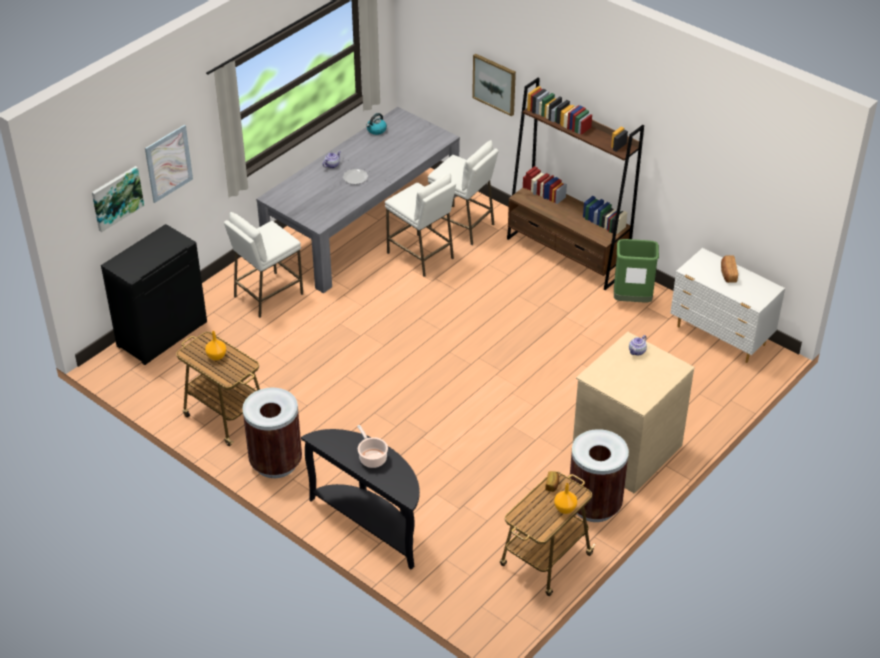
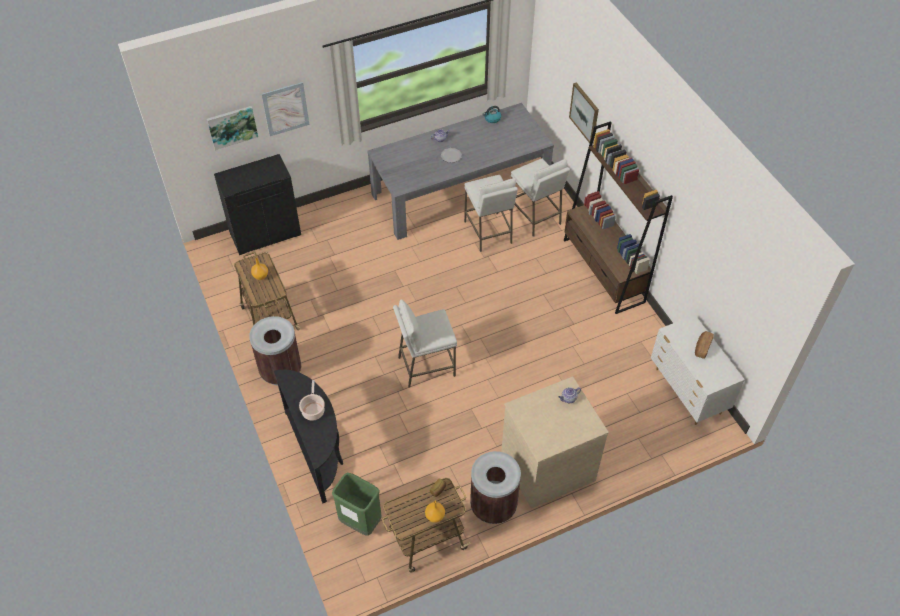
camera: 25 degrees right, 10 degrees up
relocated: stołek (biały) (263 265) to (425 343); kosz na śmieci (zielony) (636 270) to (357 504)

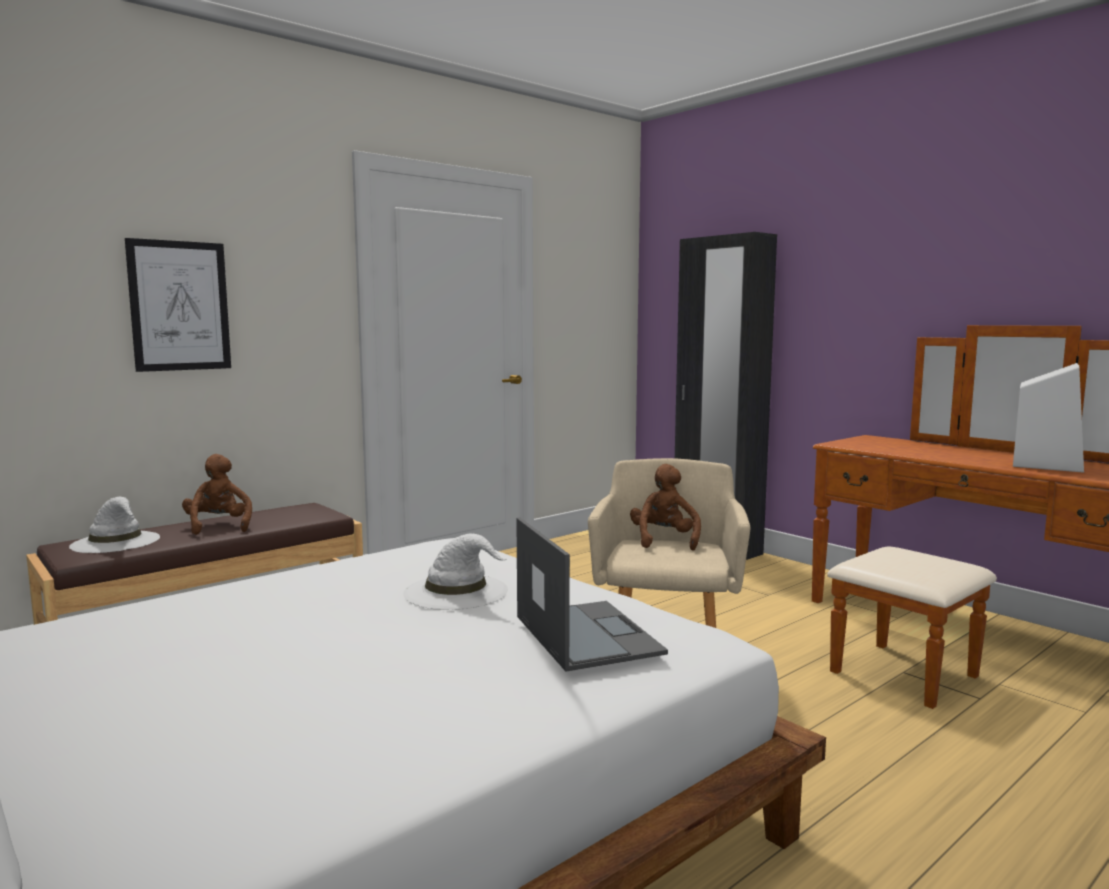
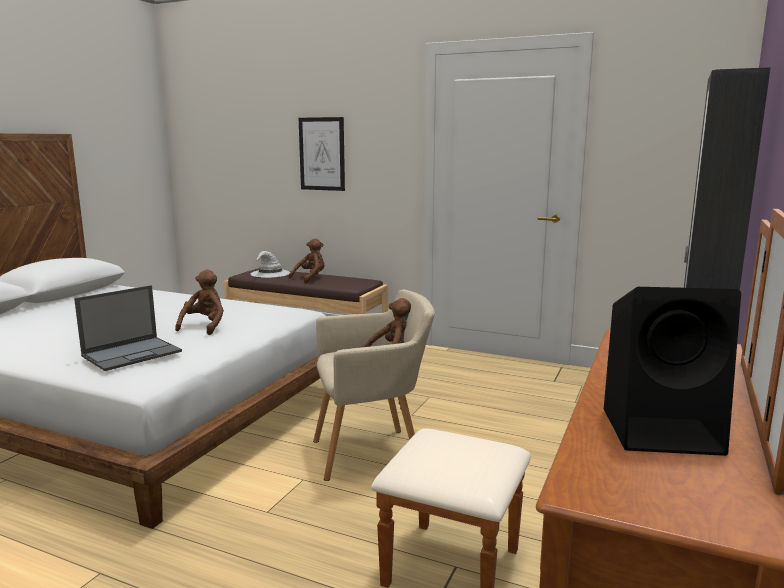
camera: 65 degrees right, 5 degrees up
exchanged: kapelusz (biały) (455 571) to pluszak (brązowy) (199 302)
colour: głośnik (biały) (1048 418) to głośnik (czarny) (672 371)

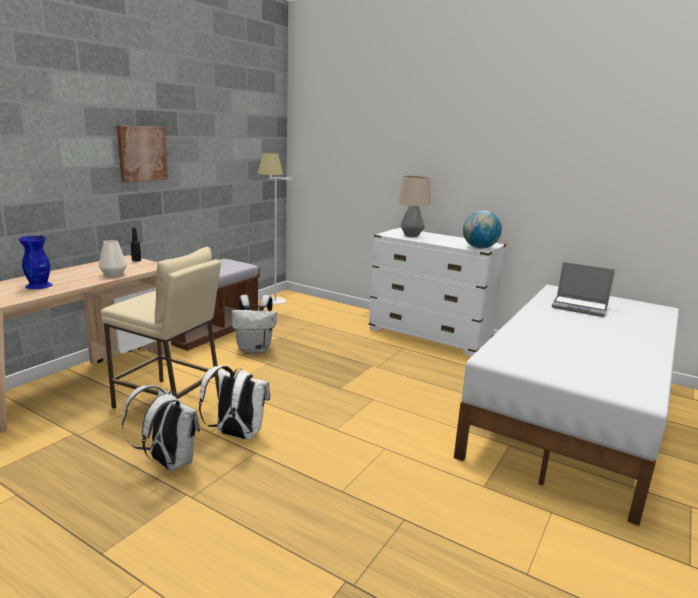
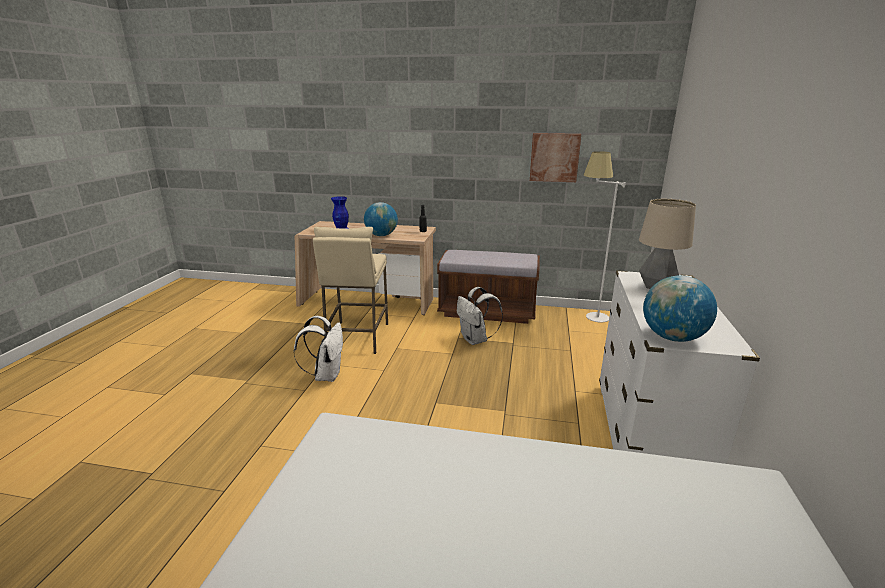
camera: 70 degrees right, 5 degrees up
missing: plecak (biały) (161 428); laptop (583 289)
relocated: obraz (142 154) to (555 157)
exchanged: wazon (biały) (113 258) to globus (381 219)

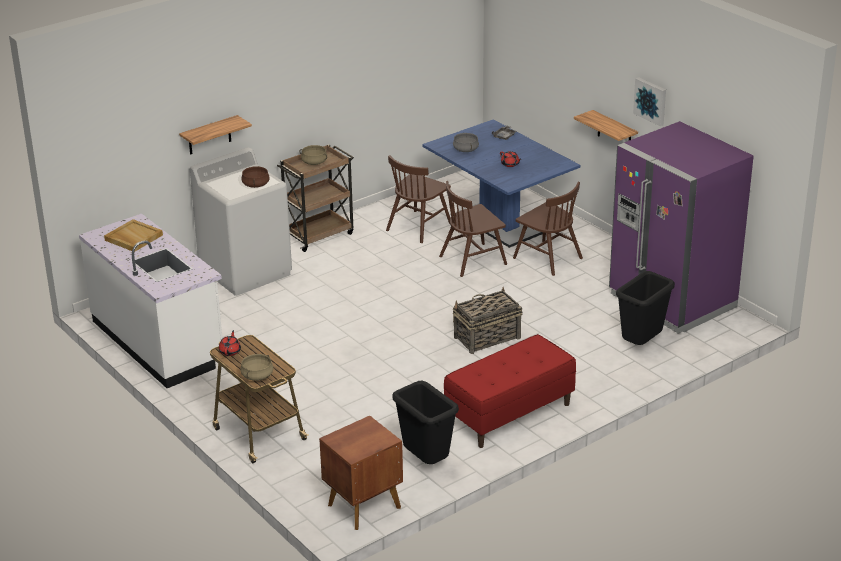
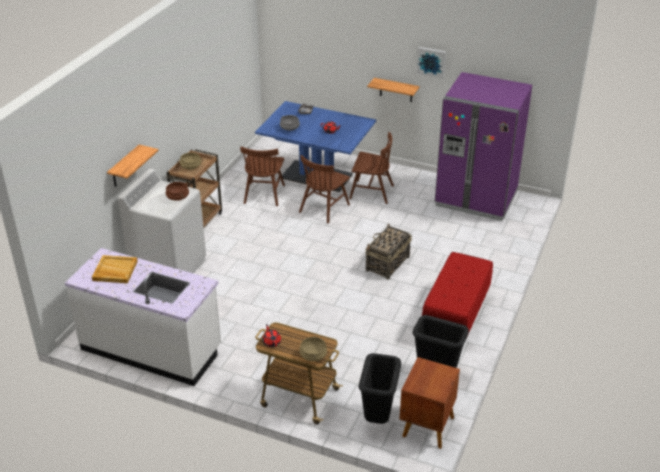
camera: 30 degrees left, 5 degrees up
relocated: kosz na śmieci (czarny) (645 308) to (380 388)

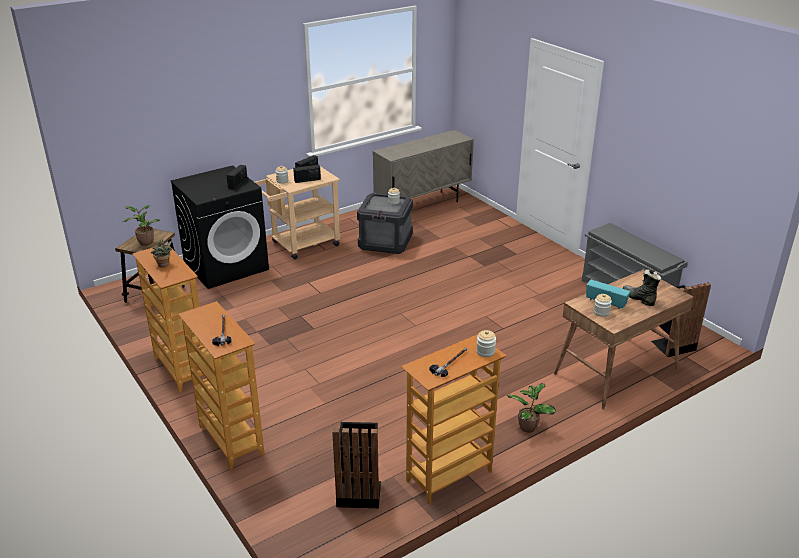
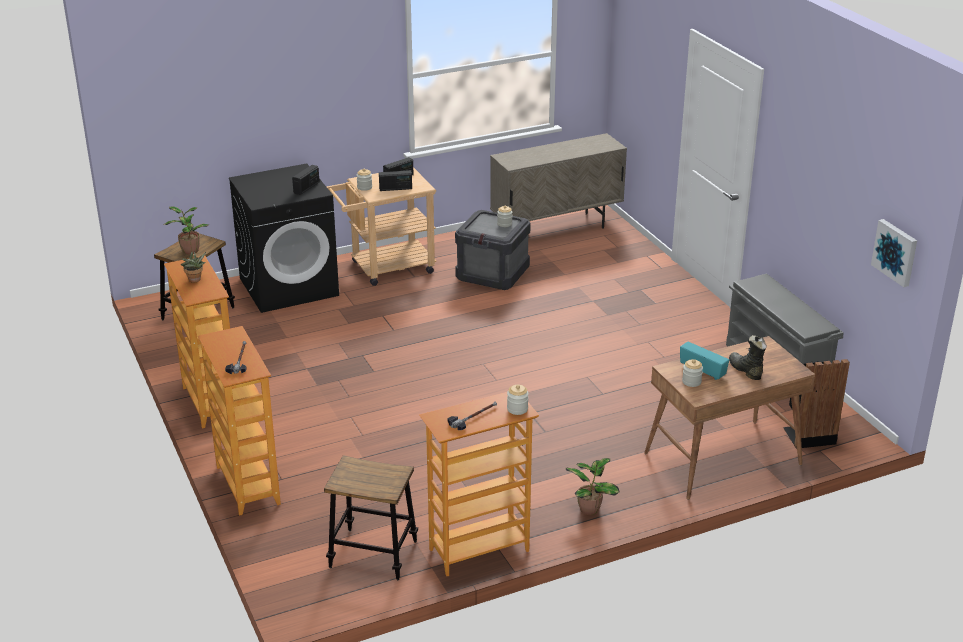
camera: 10 degrees right, 0 degrees up
appeared: obraz (894 253)
exchanged: kosz na śmieci (czarny) (356 465) to stołek (371 517)

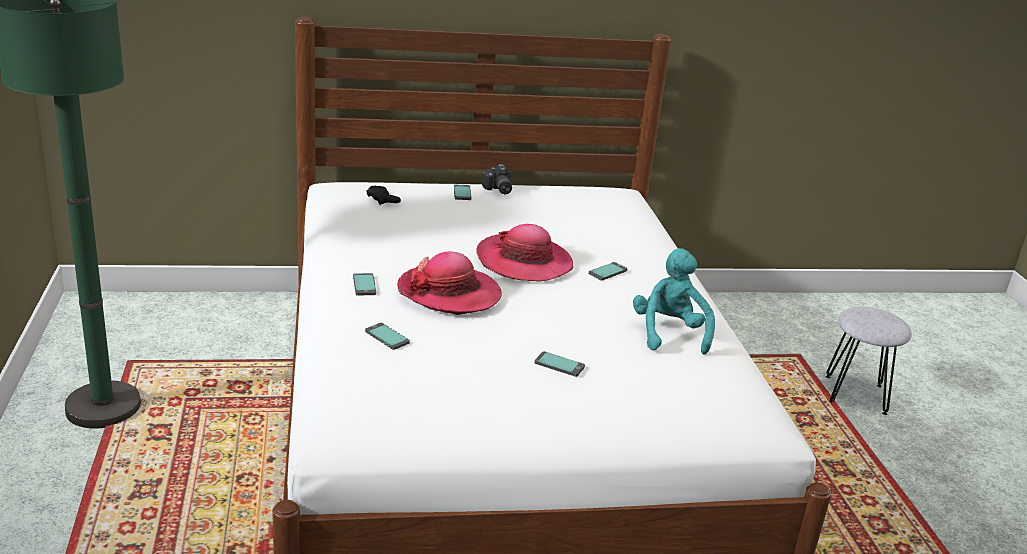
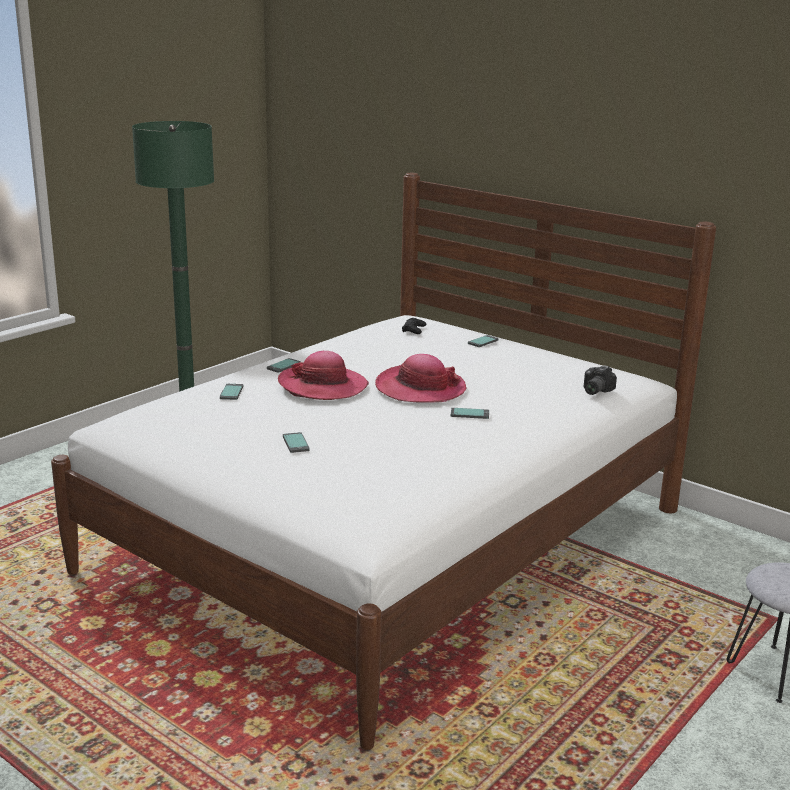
camera: 50 degrees right, 5 degrees down
missing: pluszak (turkusowy) (674 301)
relocated: aparat fotograficzny (497 179) to (600 380)

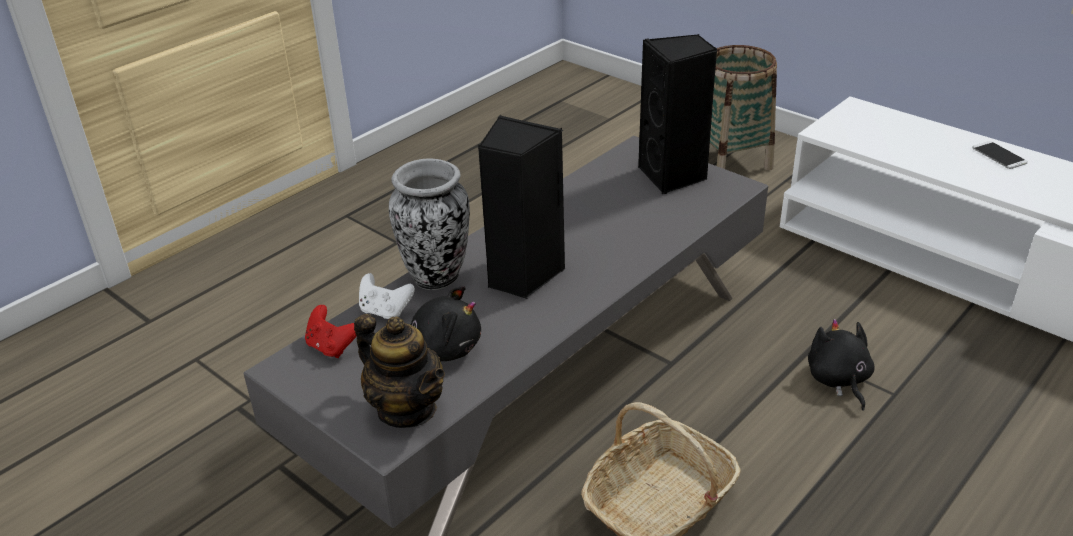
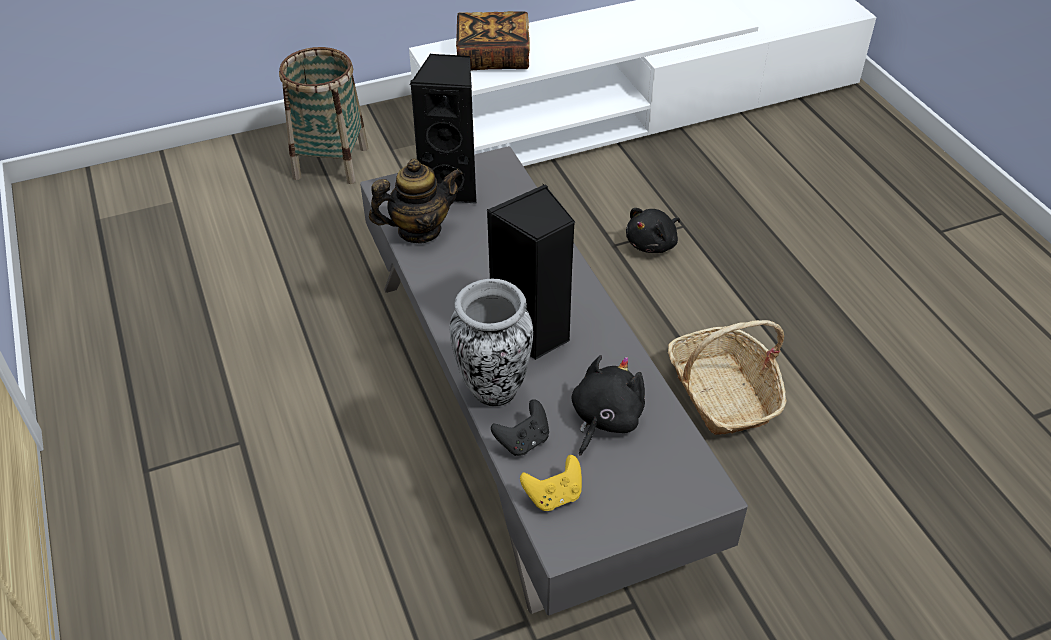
camera: 65 degrees left, 10 degrees up
missing: telefon (1000 155)
appeared: książka (493 40)
relocated: imbryk (399 371) to (415 201)
colour: pad do gier (czerwony) (331 331) to pad do gier (żółty) (551 483); pad do gier (biały) (387 296) to pad do gier (czarny) (520 427)
spun: pluszak (czarny) (841 365) = (653 230) 60 degrees counterclockwise

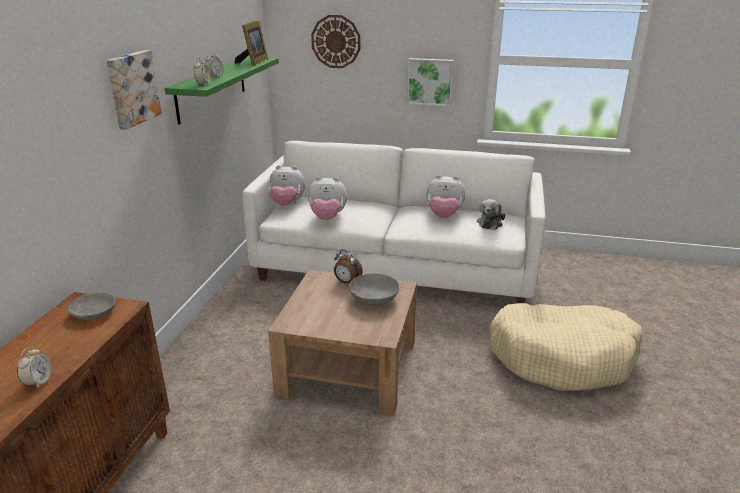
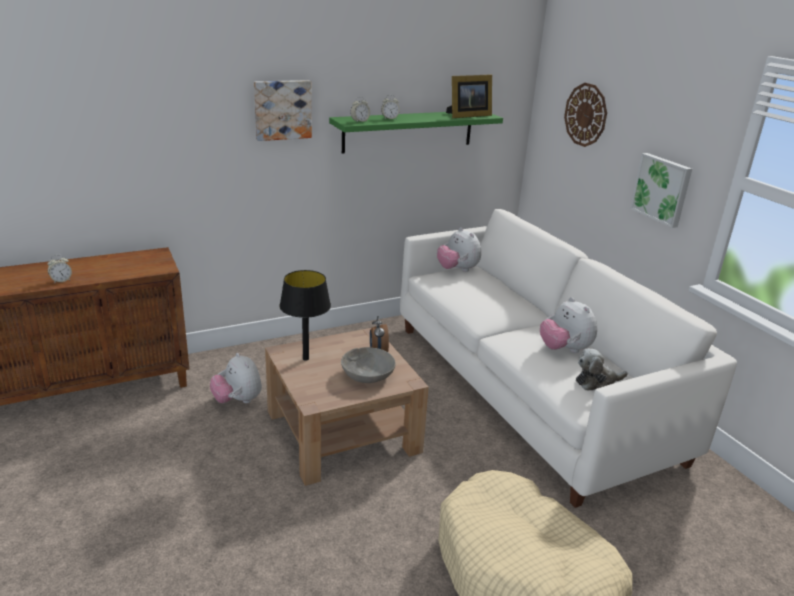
camera: 50 degrees right, 0 degrees up
missing: miska (szary) (92 306)
appeared: lampa stołowa (czarny) (305 315)
relocated: pluszak (327 198) to (236 378)

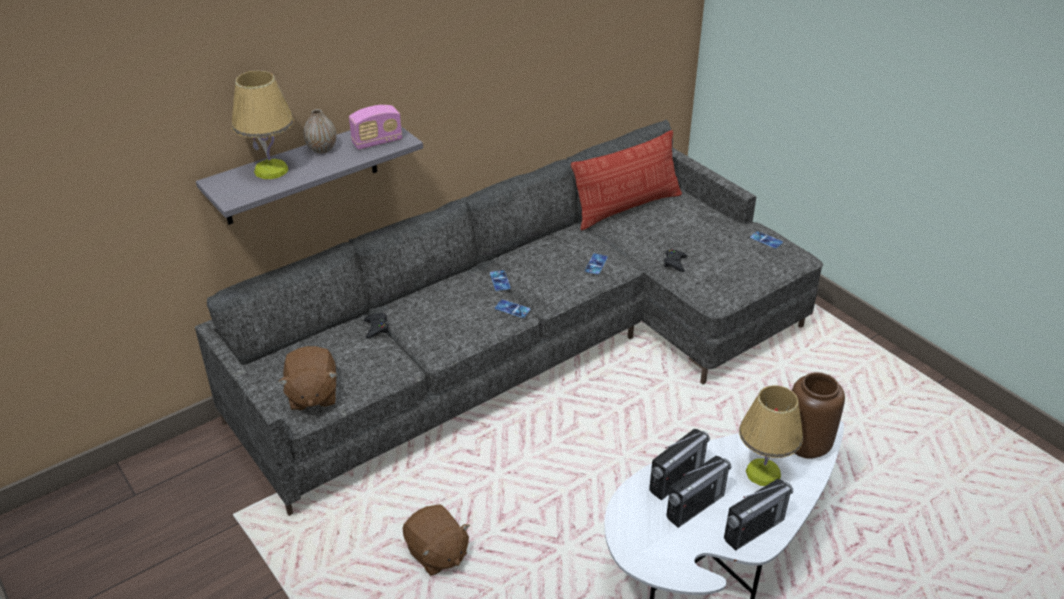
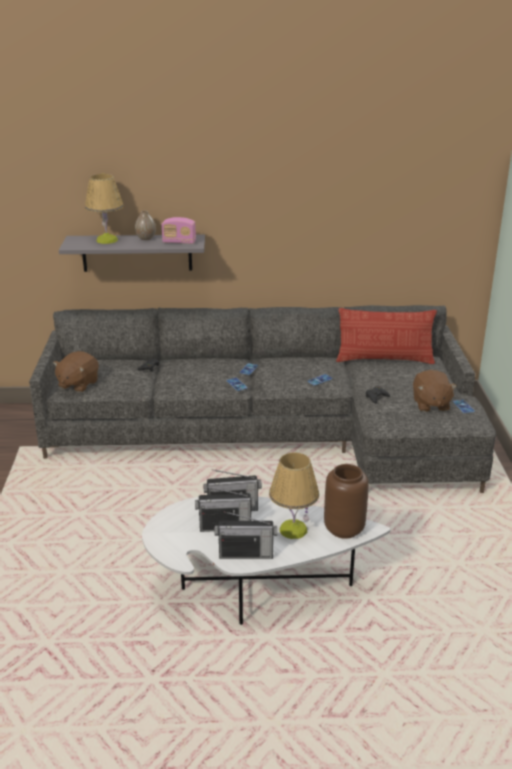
camera: 35 degrees right, 10 degrees down
relocated: pluszak (brązowy) (436 540) to (435 391)

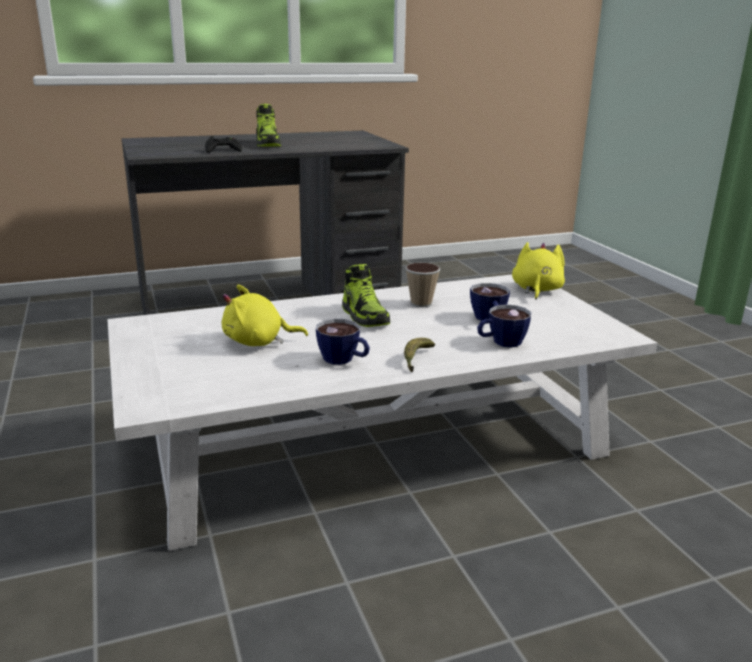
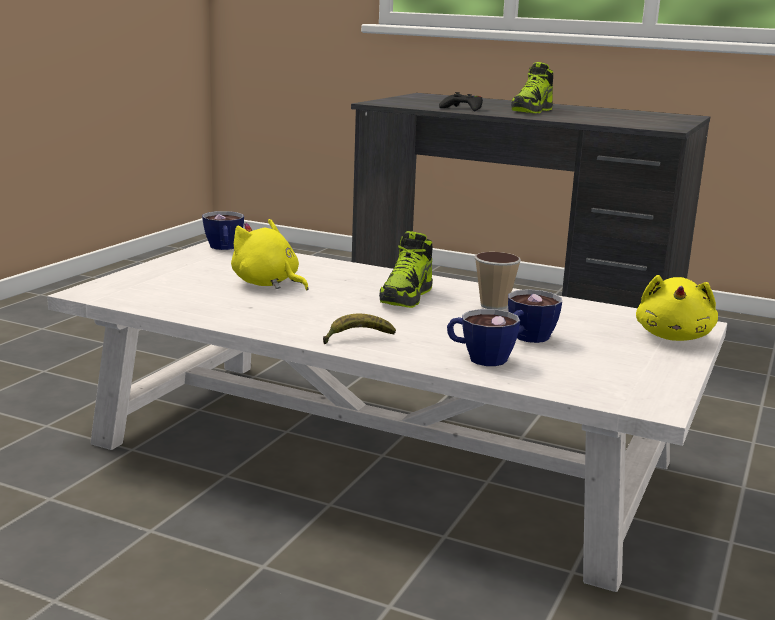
camera: 45 degrees right, 5 degrees down
relocated: filiżanka (343 342) to (223 230)
spun: pluszak (żółty) (538 271) = (677 308) 135 degrees clockwise

